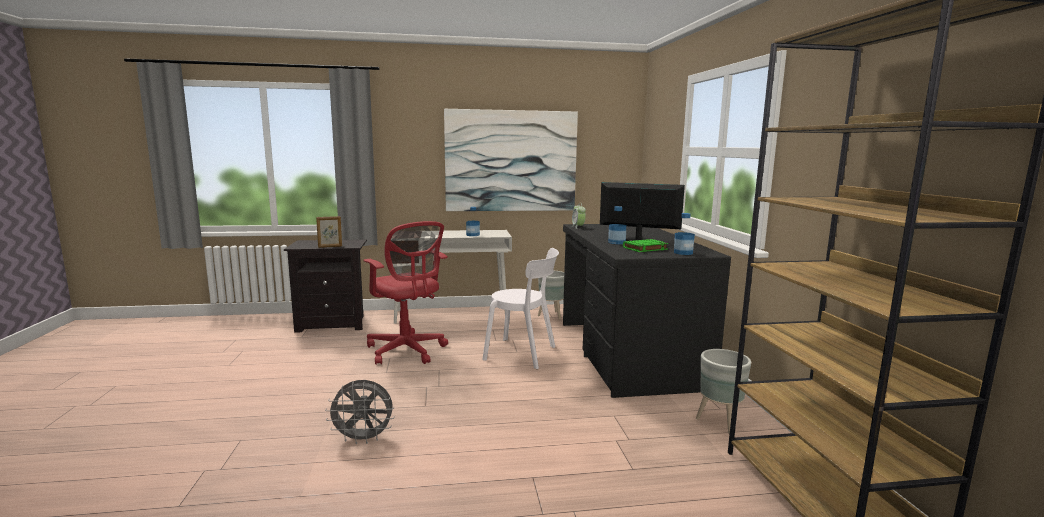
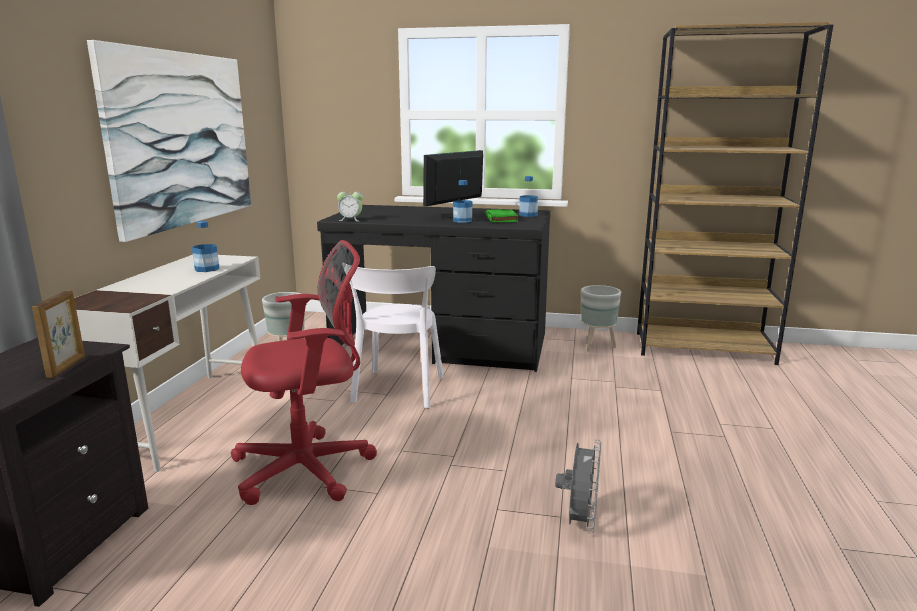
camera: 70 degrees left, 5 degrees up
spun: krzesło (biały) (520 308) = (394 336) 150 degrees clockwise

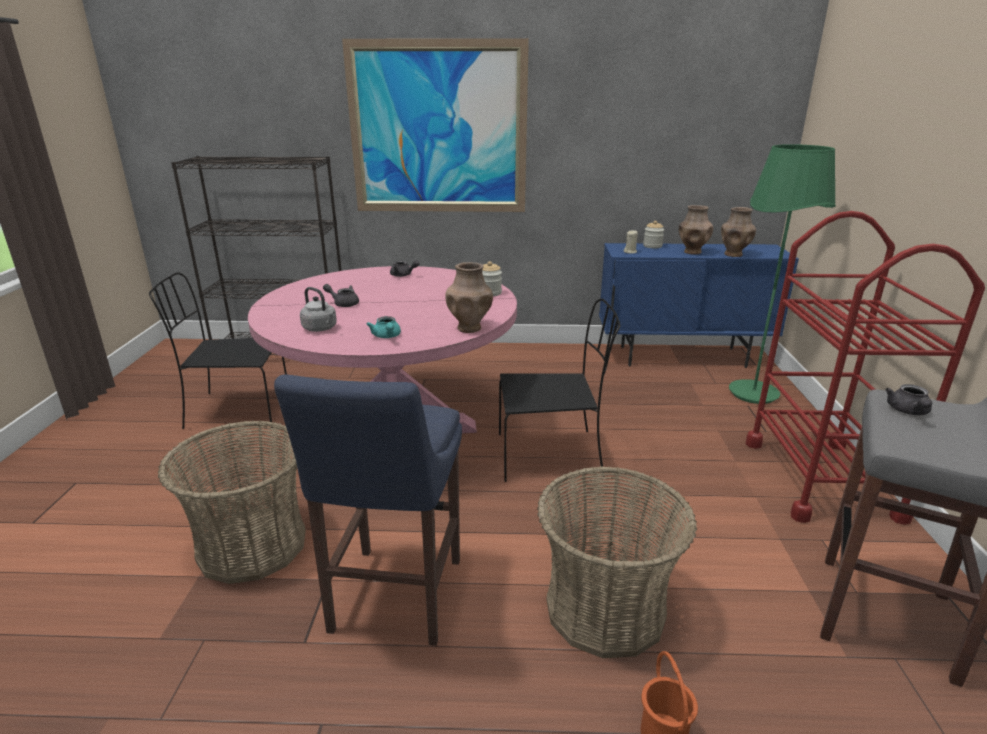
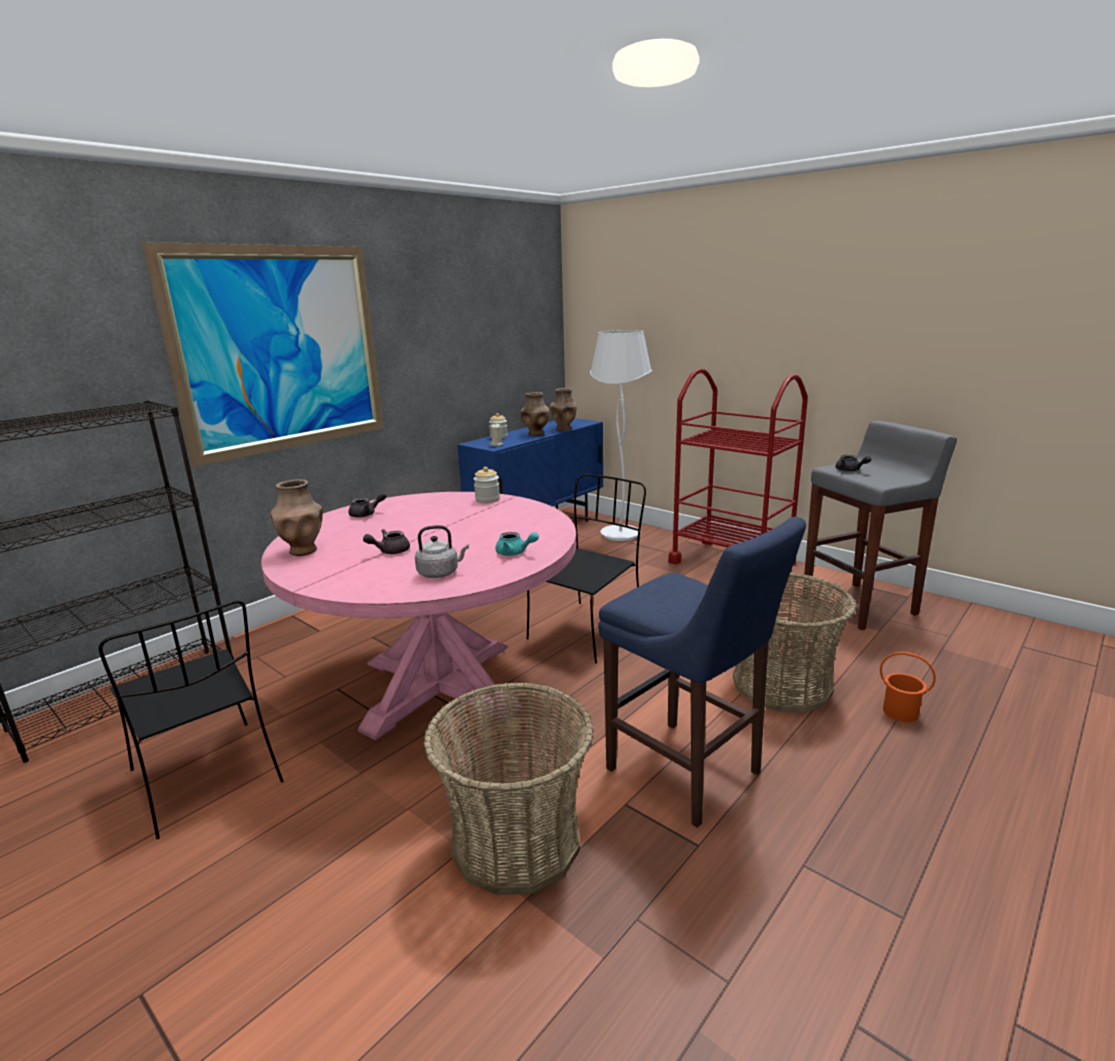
camera: 50 degrees left, 5 degrees down
relocated: wazon (brązowy) (469 297) to (296 517)
colour: lampa stojąca (zielony) (782 274) to lampa stojąca (biały) (621 435)
spun: krzesło (czarny) (218 350) = (190 719) 75 degrees counterclockwise

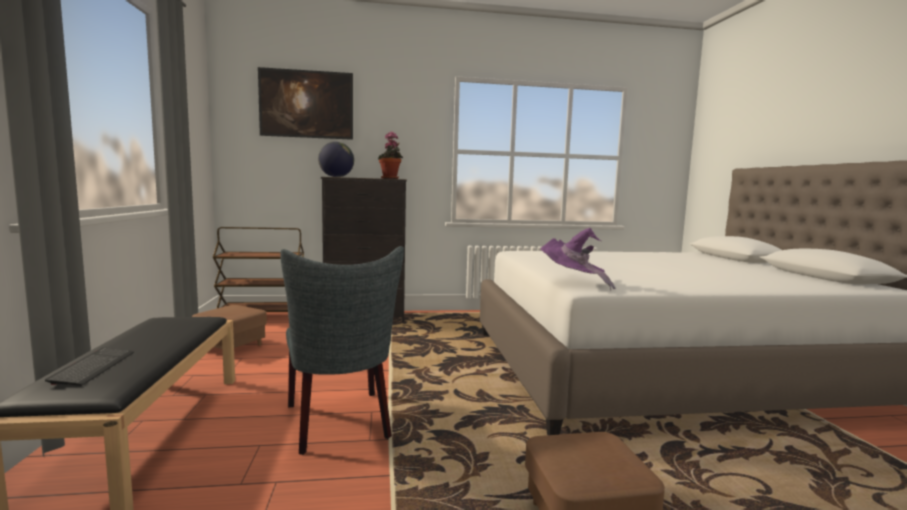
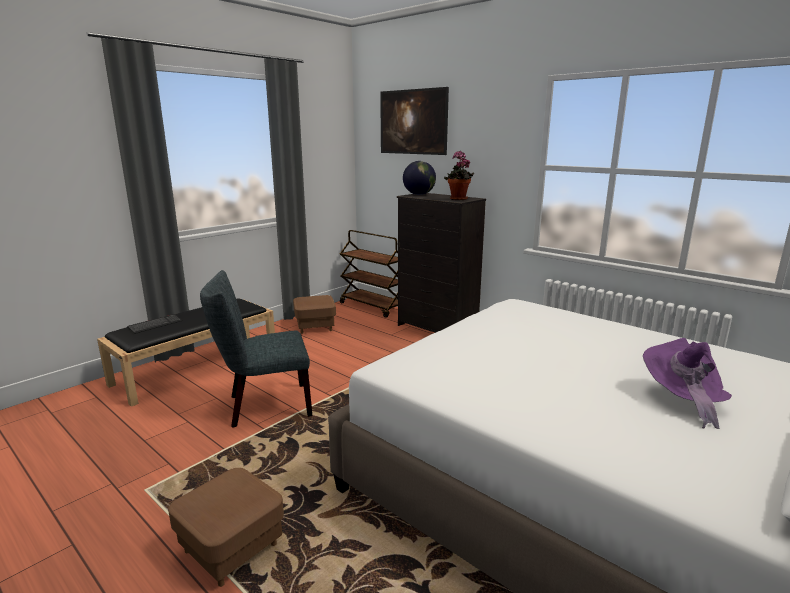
camera: 50 degrees right, 10 degrees up
relocated: kapelusz (fioletowy) (578 259) to (687 383)
spun: krzesło (szary) (342 350) = (256 349) 45 degrees clockwise

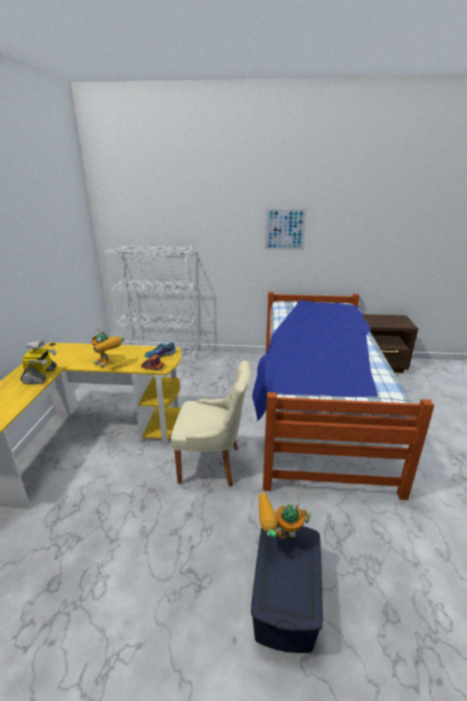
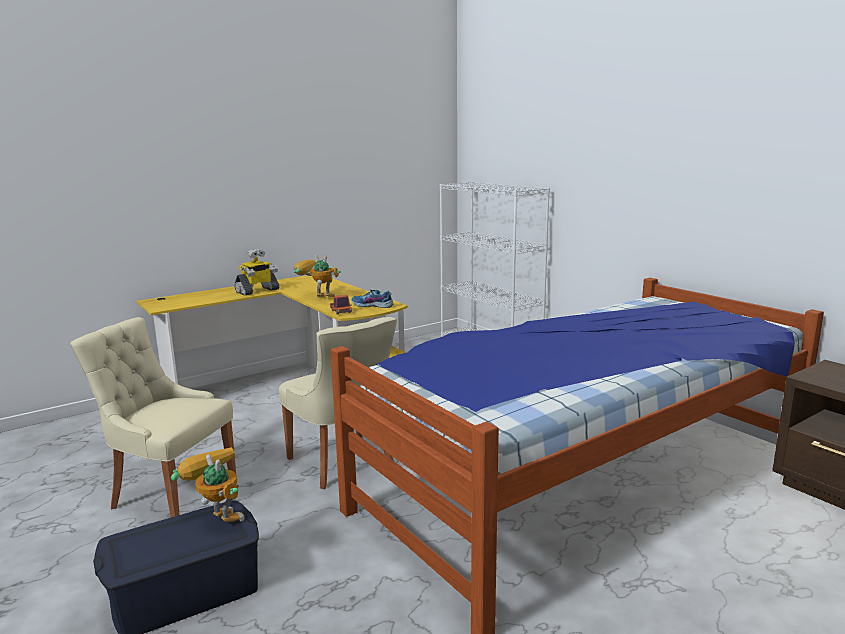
camera: 50 degrees right, 10 degrees down
missing: obraz (286 229)
appeared: krzesło (beżowy) (153 417)
spun: robot zabawkowy (108 348) = (317 276) 105 degrees clockwise

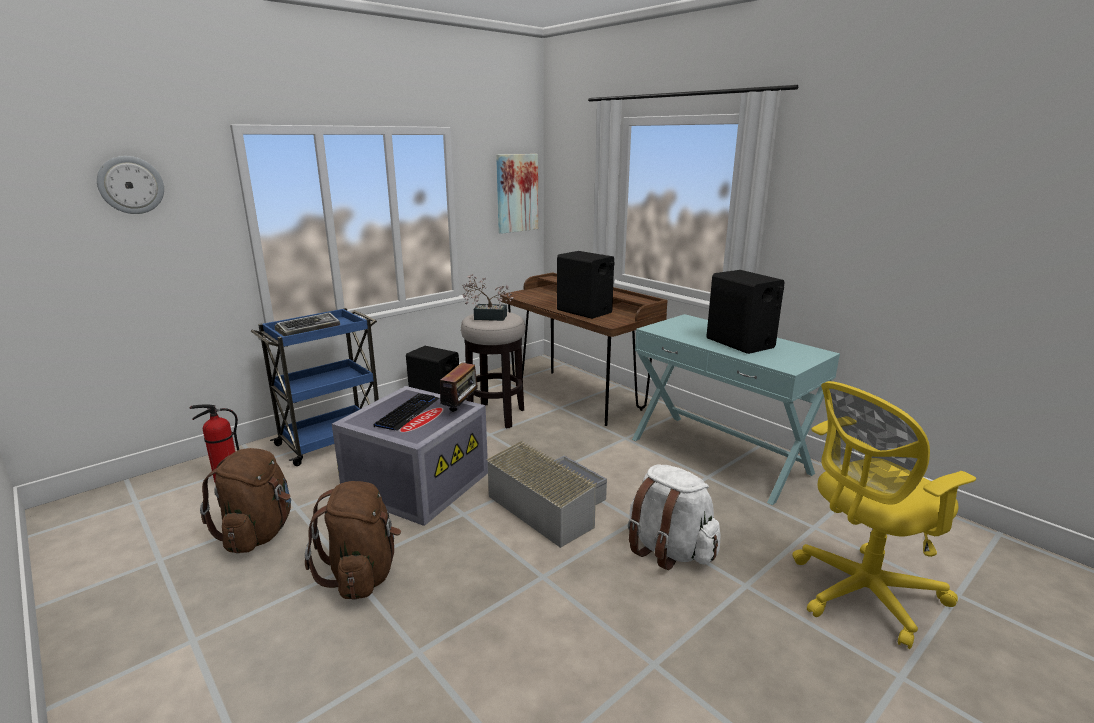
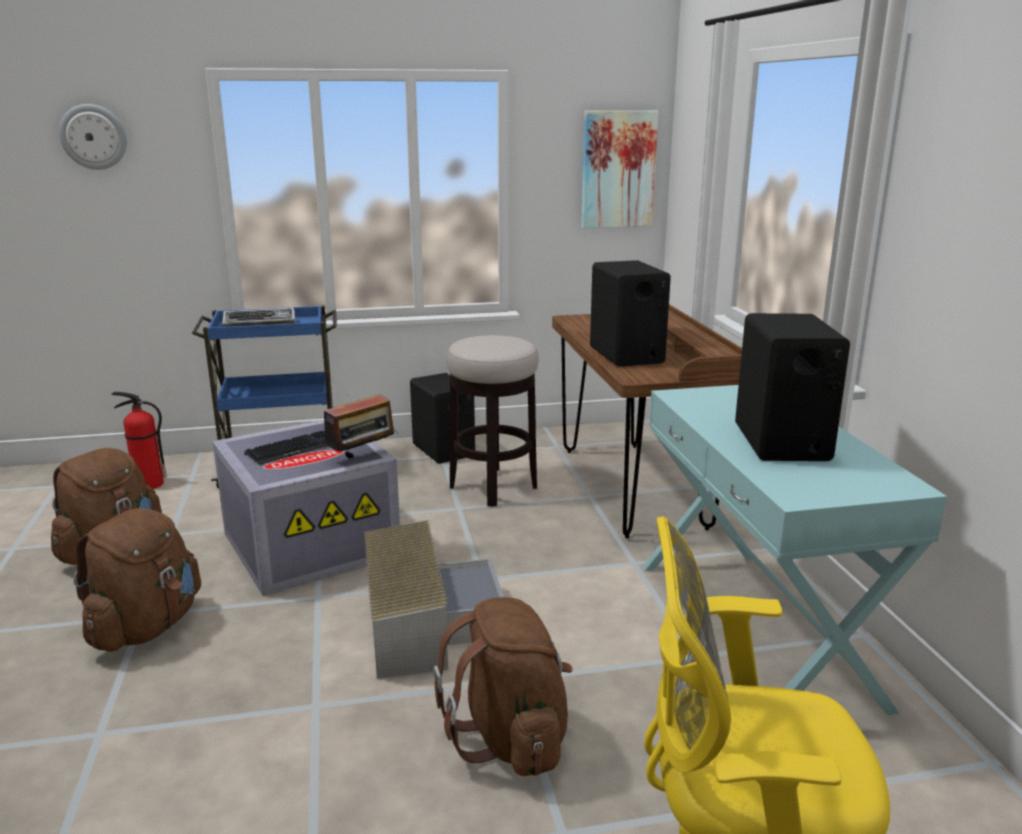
camera: 30 degrees right, 0 degrees up
missing: roślina doniczkowa (488 297)
colour: plecak (biały) (674 517) to plecak (brązowy) (503 686)

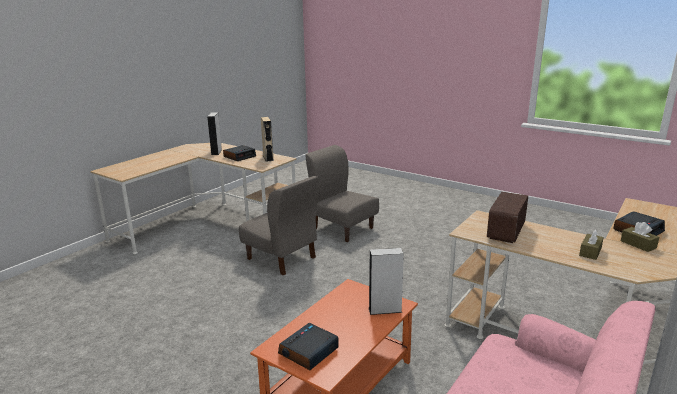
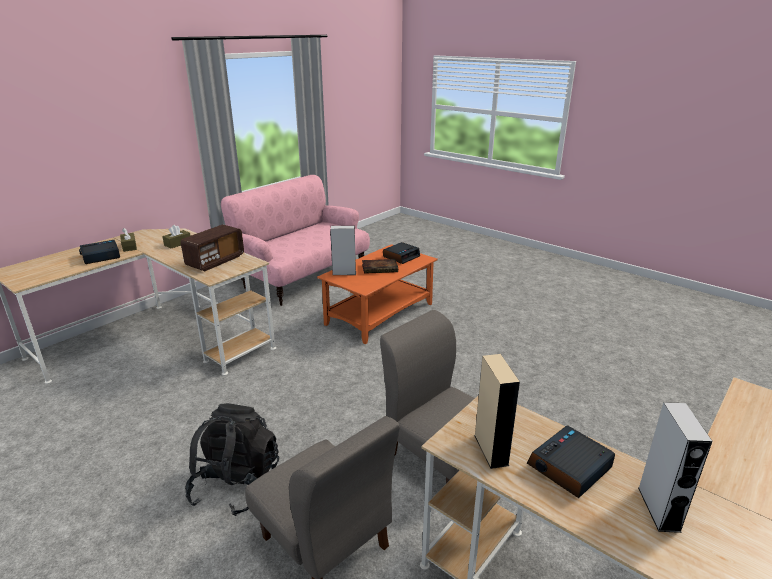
camera: 175 degrees left, 5 degrees up
appeared: plecak (czarny) (232 459); książka (380 266)

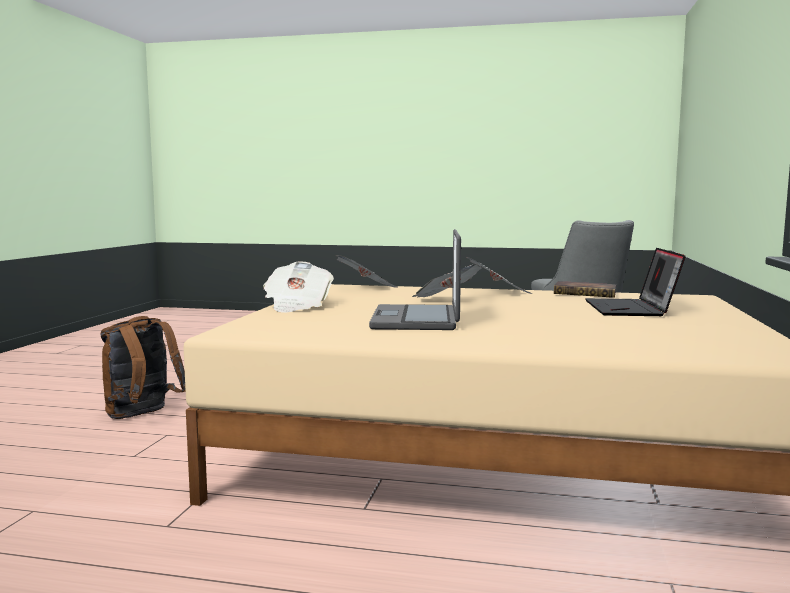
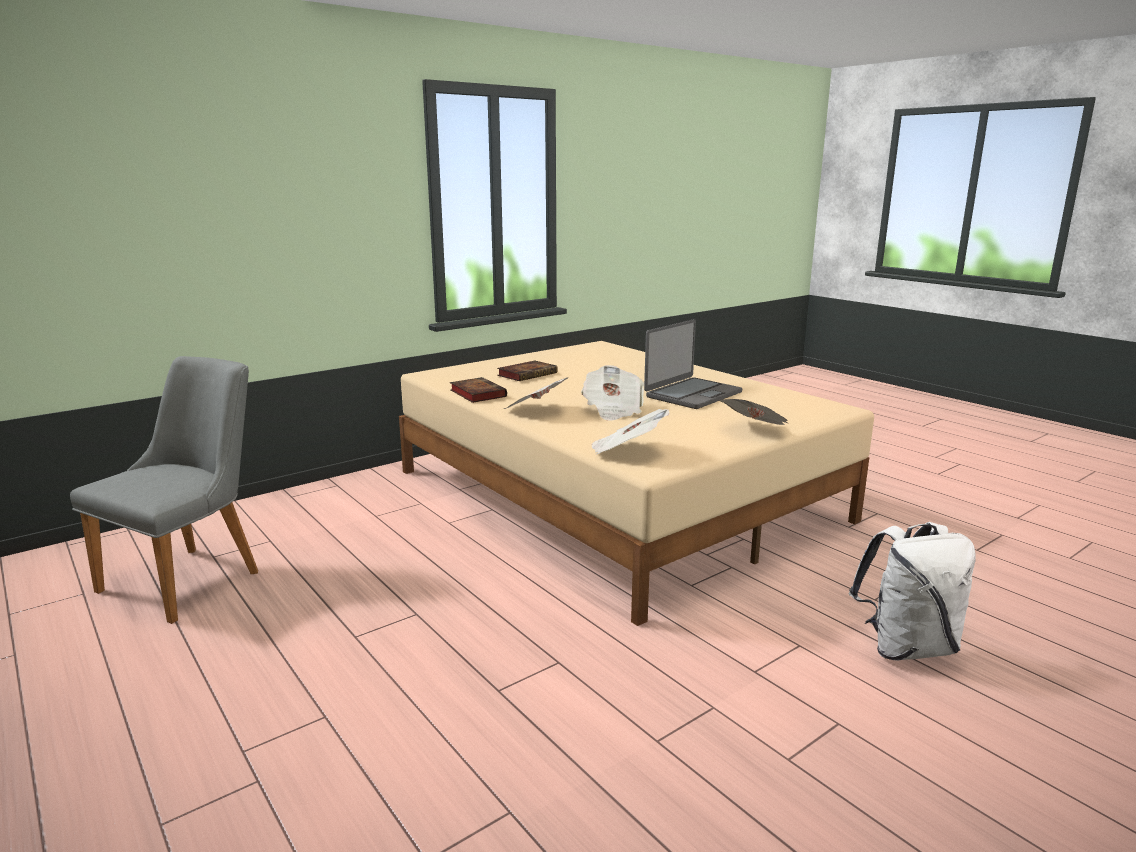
camera: 140 degrees left, 10 degrees up
exchanged: laptop (635 282) to książka (527 371)
colour: plecak (brązowy) (143 367) to plecak (biały) (912 591)

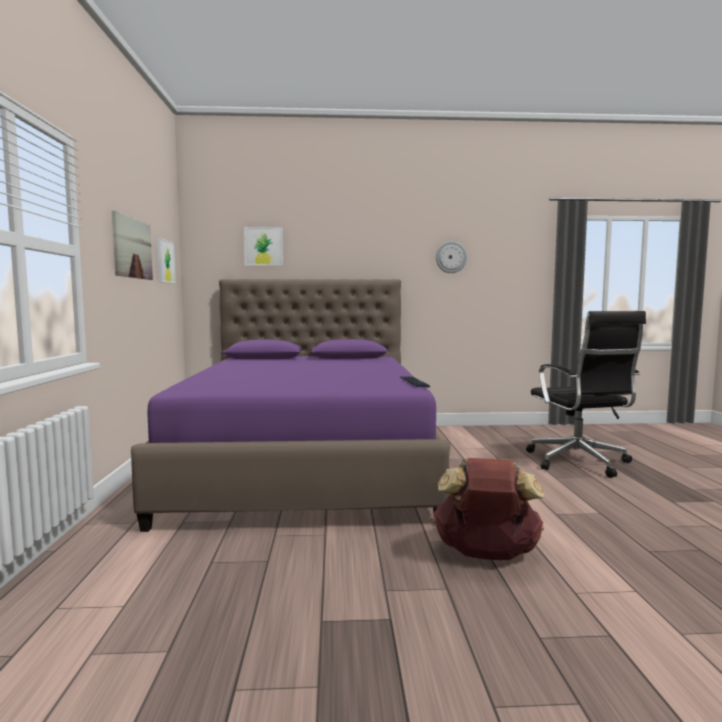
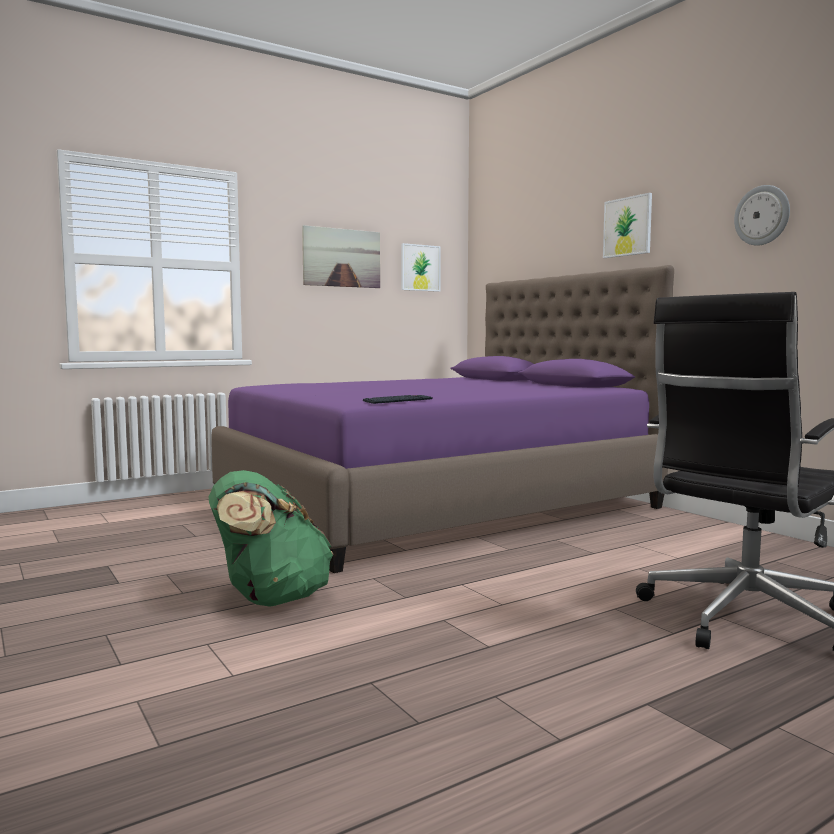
camera: 60 degrees right, 0 degrees up
relocated: obraz (263 246) to (627 225)
colour: plecak (brązowy) (488 509) to plecak (zielony) (270 538)

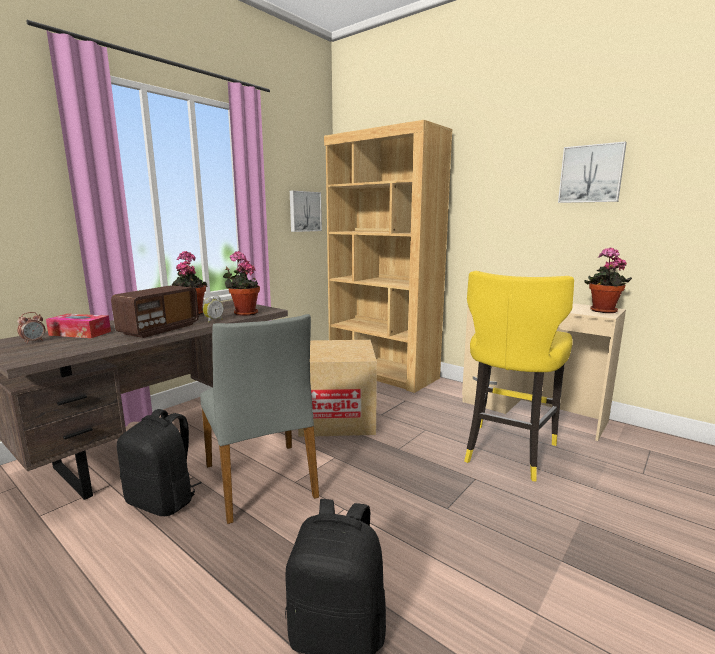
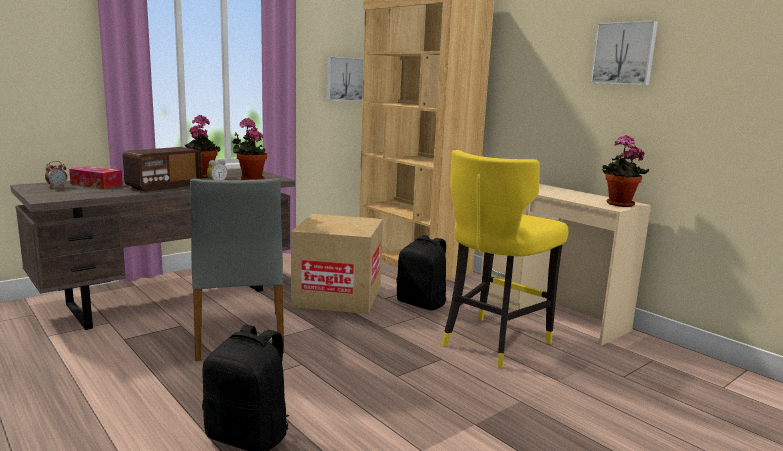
camera: 10 degrees right, 0 degrees up
relocated: plecak (czarny) (159 462) to (421 273)

